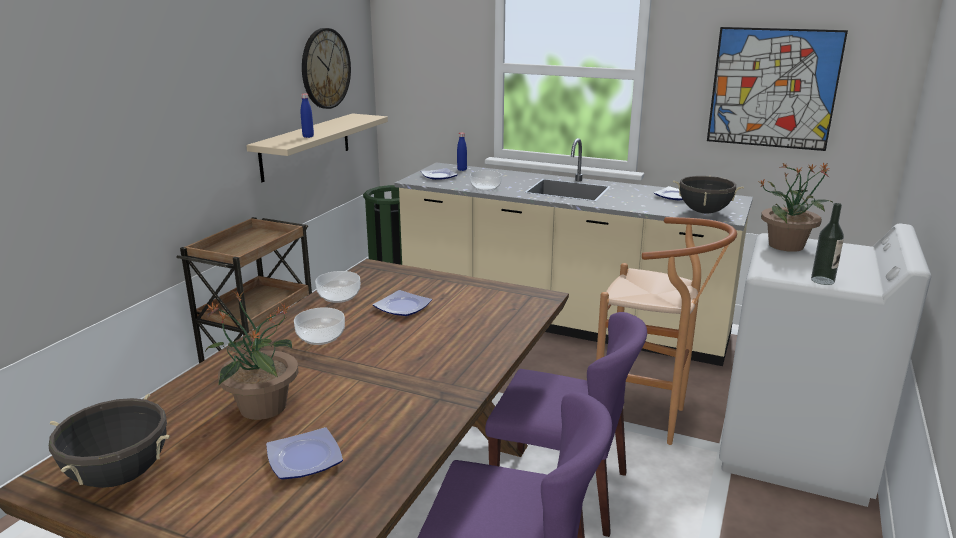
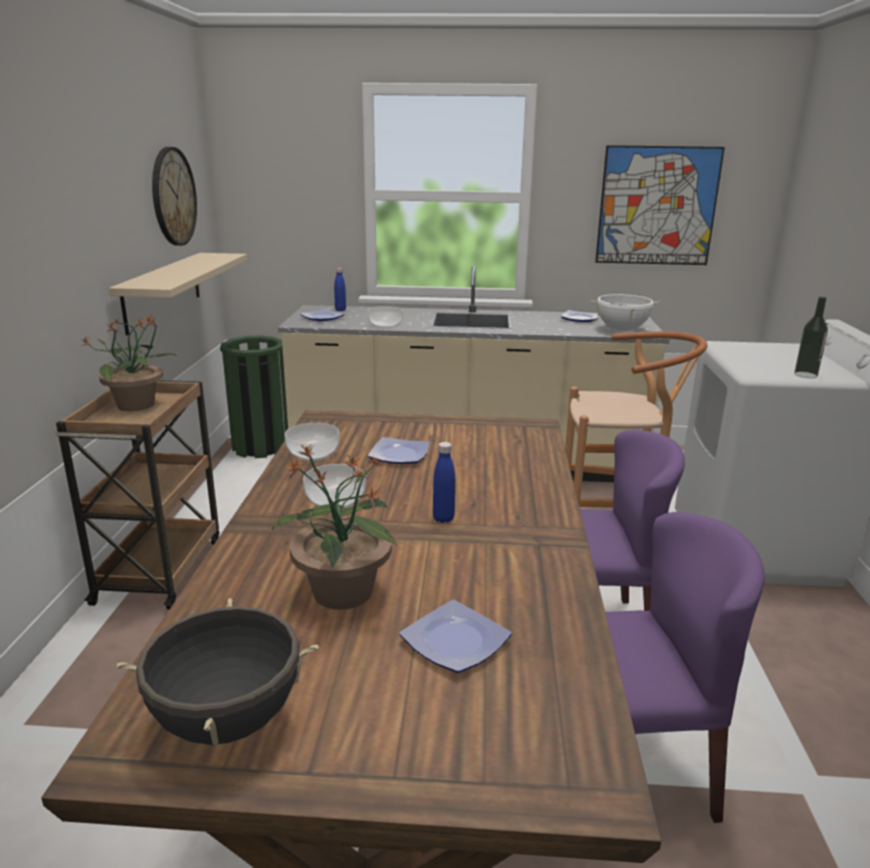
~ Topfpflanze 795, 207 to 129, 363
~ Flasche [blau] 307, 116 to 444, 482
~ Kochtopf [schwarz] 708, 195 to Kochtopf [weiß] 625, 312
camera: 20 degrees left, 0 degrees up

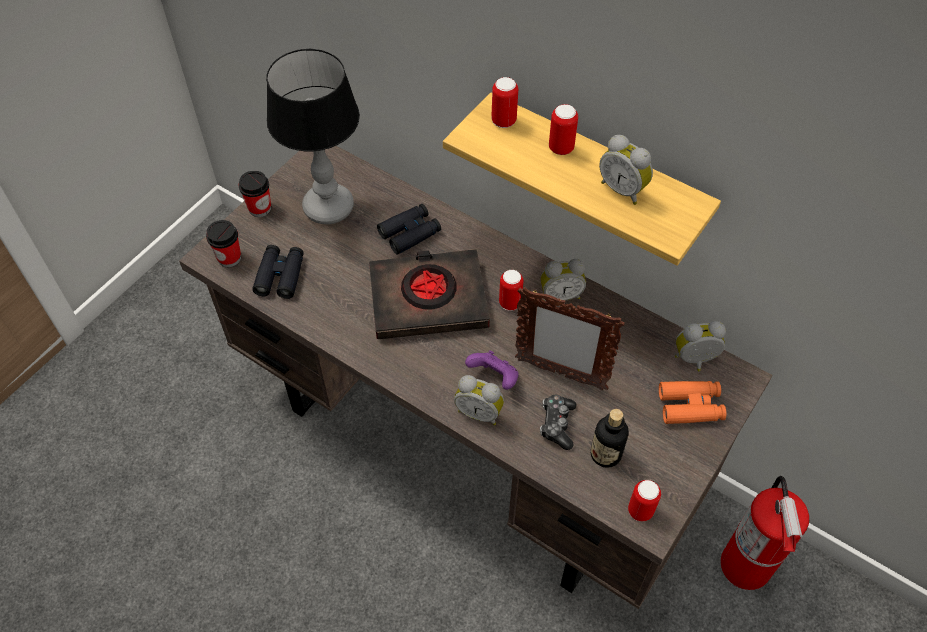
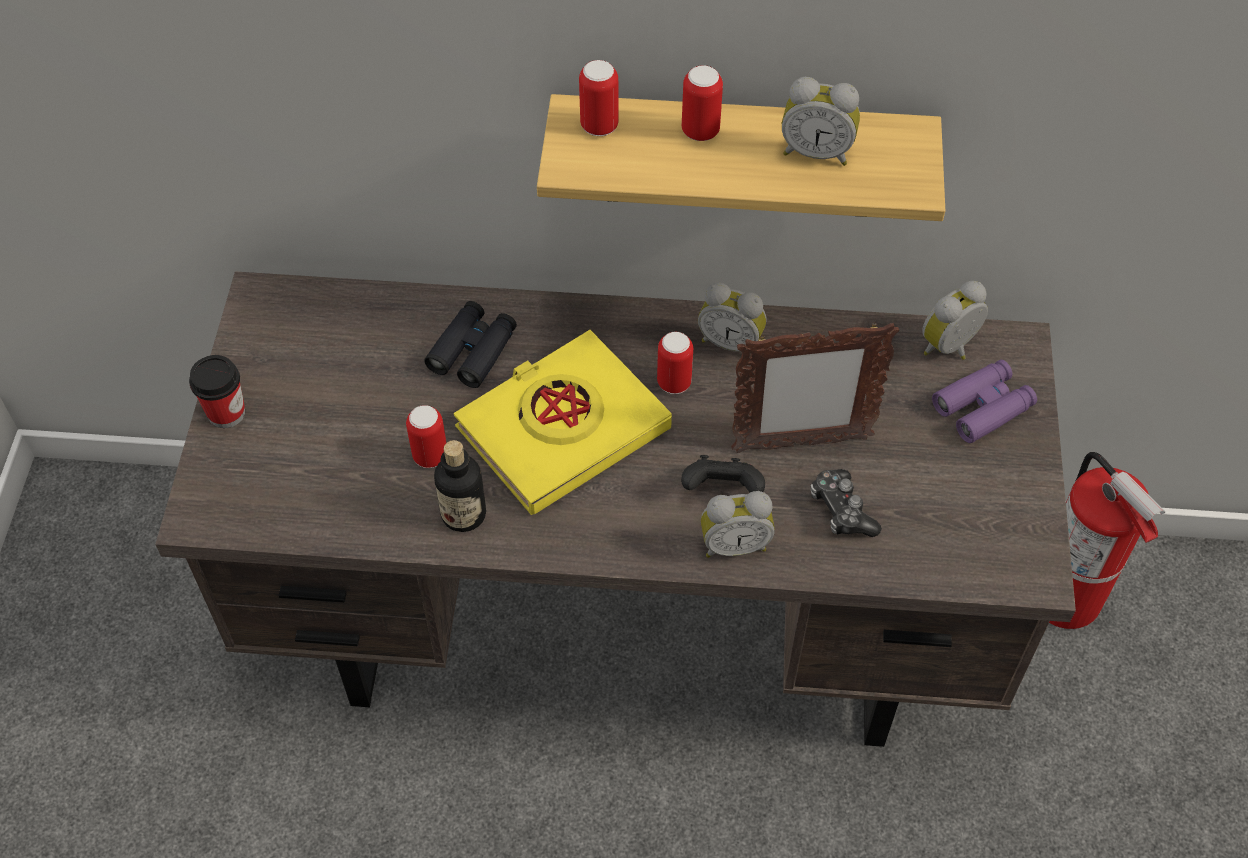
~ Dose 644, 500 to 426, 436
~ Flasche 610, 438 to 460, 486
~ Buch [schwarz] 429, 294 to Buch [gelb] 563, 422
~ Gamepad [lila] 492, 370 to Gamepad [schwarz] 723, 473
~ Wecker 563, 280 = 732, 317 60 degrees clockwise
~ Fernglas [orange] 692, 402 to Fernglas [lila] 984, 401
- Tasse 223, 243
- Fernglas [schwarz] 278, 272
- Tischlampe 313, 136
camera: 30 degrees left, 0 degrees up

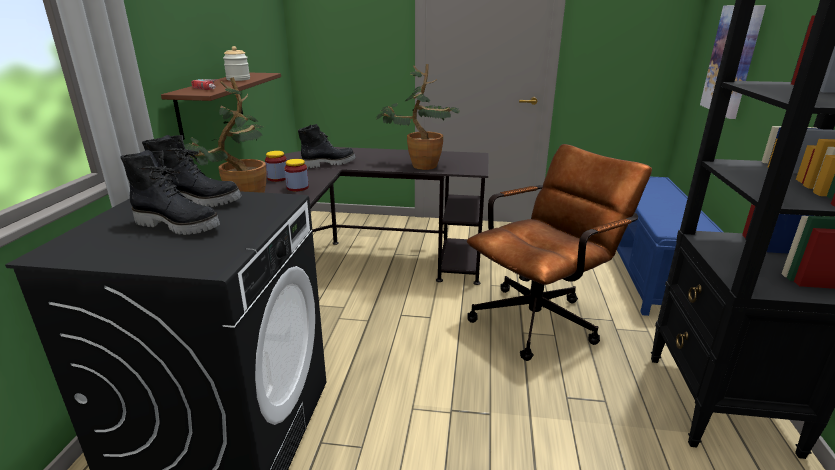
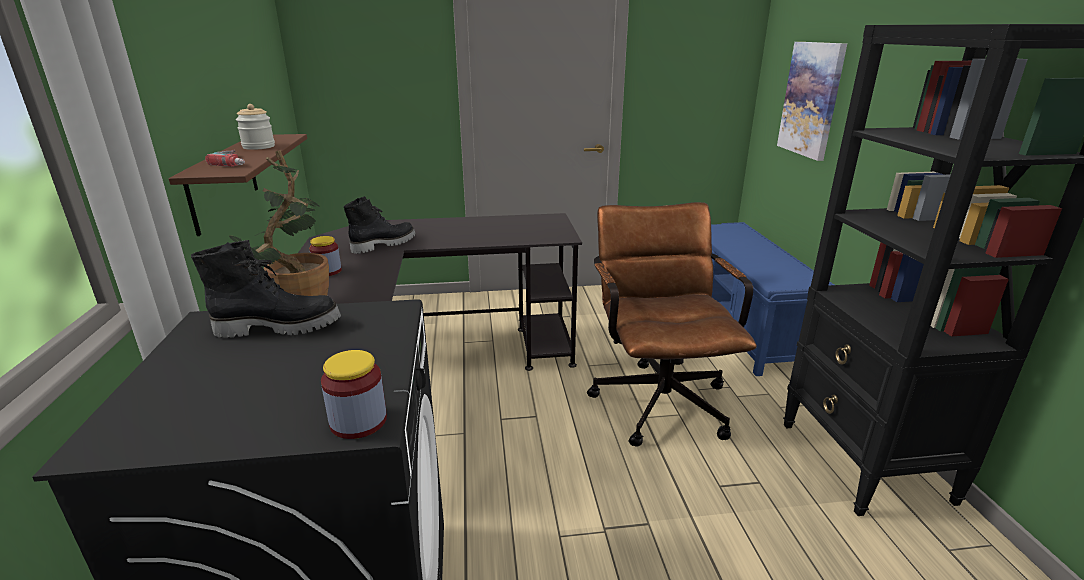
~ Vorratsglas 296, 175 to 354, 394
~ Bürostuhl [braun] 559, 252 = 672, 324 45 degrees counterclockwise
- Stiefel [schwarz] 170, 192
- Topfpflanze 417, 117
camera: 15 degrees left, 0 degrees up

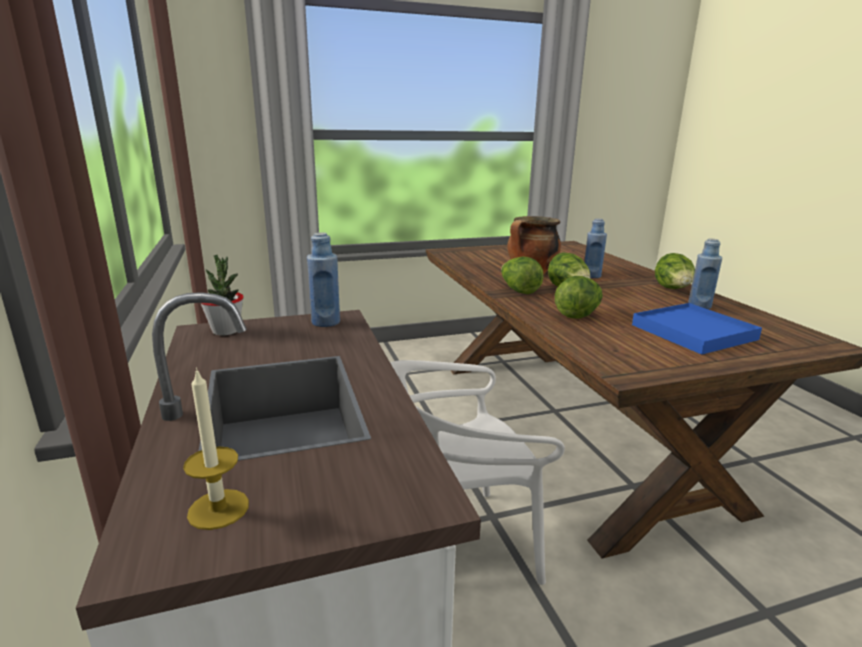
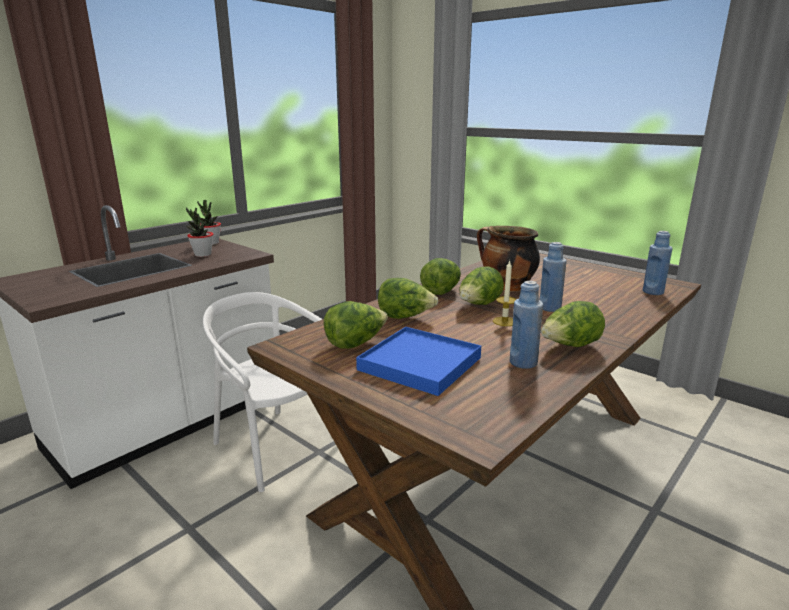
+ Topfpflanze 199, 232
+ Salatkopf 356, 325
~ Kerze 216, 449 to 504, 293
~ Flasche [blau] 323, 279 to 657, 263
camera: 60 degrees right, 0 degrees up

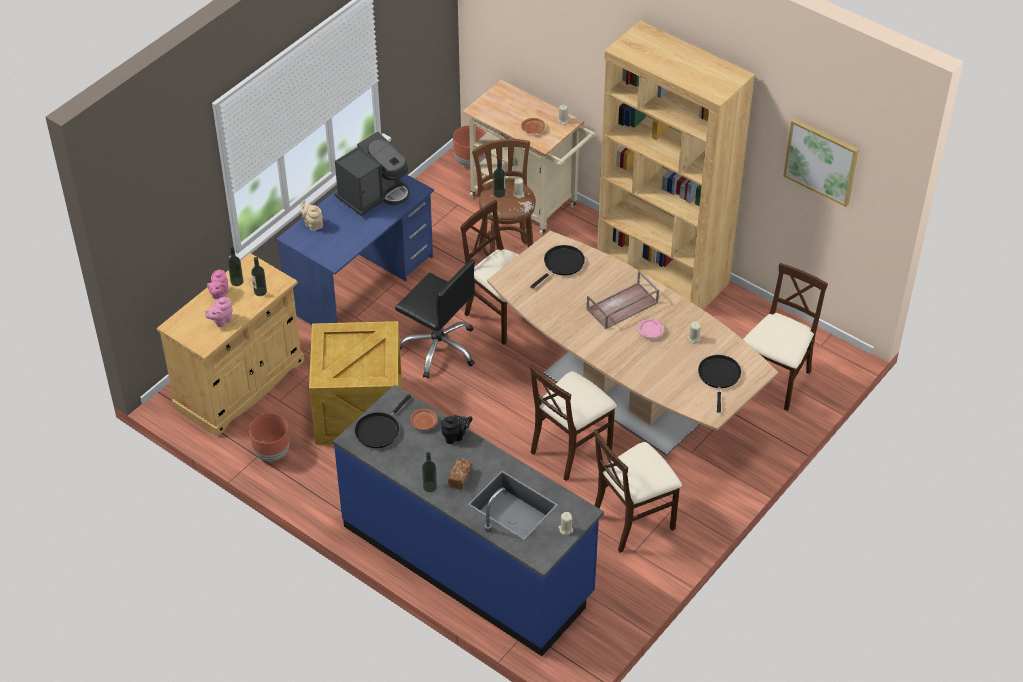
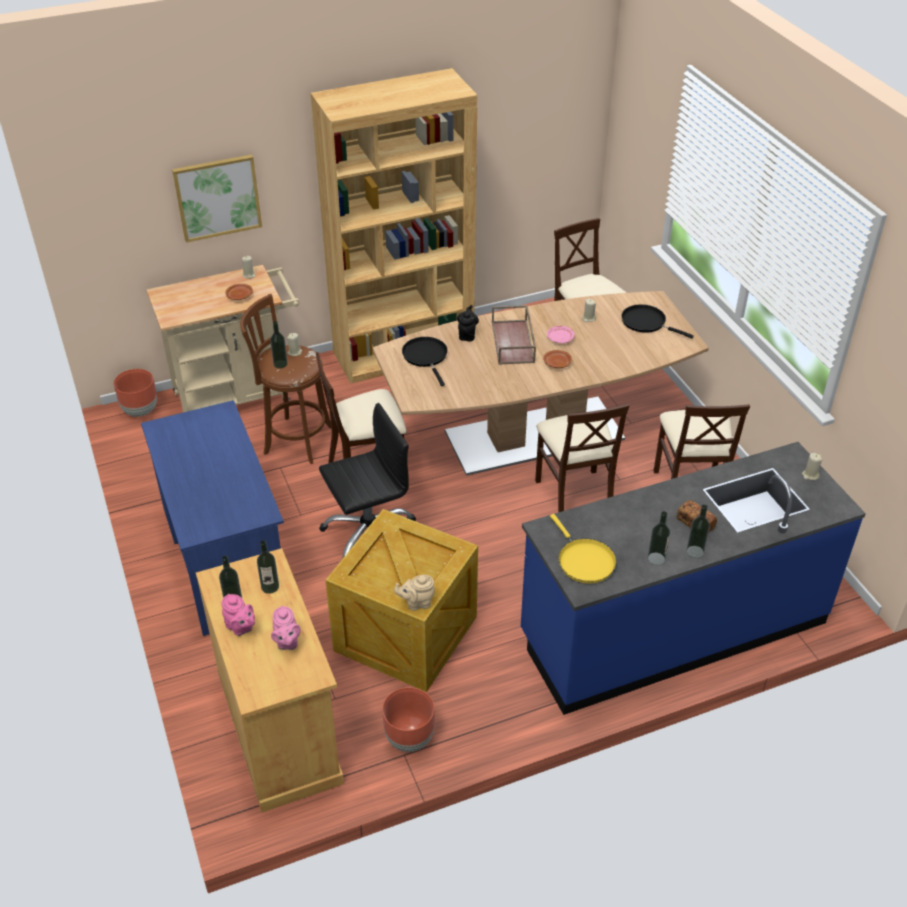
~ Bild 821, 162 to 217, 198
~ Teekanne [beige] 312, 215 to 414, 593
~ Teekanne [schwarz] 457, 429 to 468, 323
~ Teller [braun] 424, 419 to 557, 359
~ Pfanne [schwarz] 383, 421 to Pfanne [gelb] 583, 548
+ Flasche 659, 538
- Kaffeemaschine 372, 174
camera: 60 degrees left, 5 degrees down

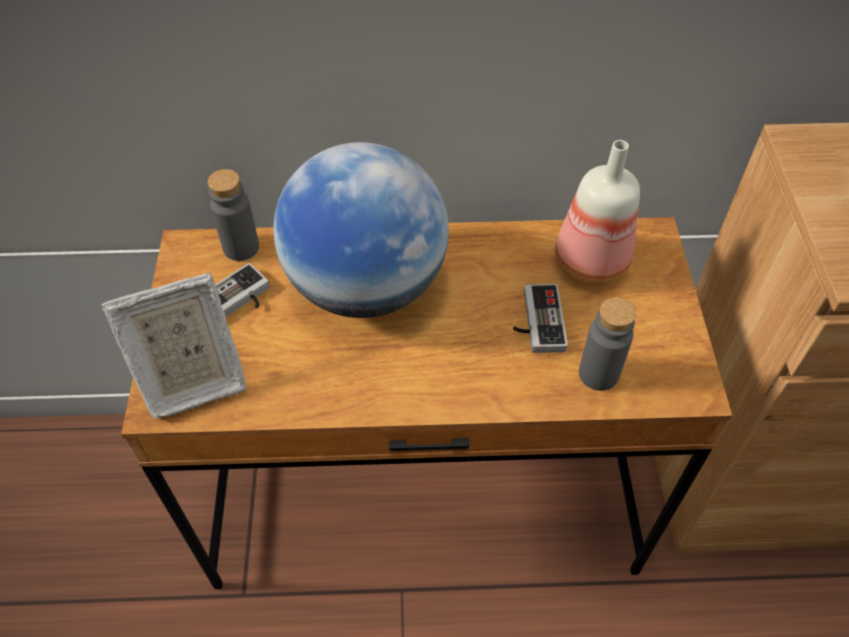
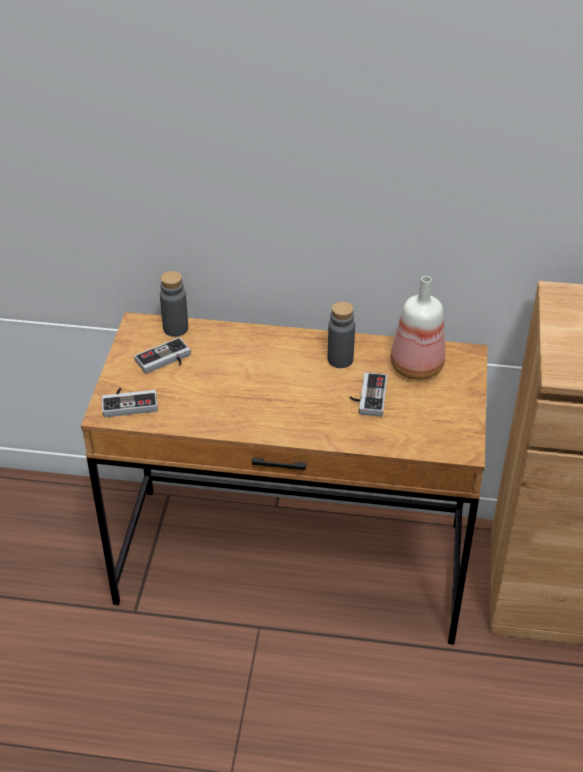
~ Bilderrahmen 174, 345 to Gamepad 129, 402
~ Flasche [grau] 607, 344 to 341, 334
- Globus 361, 230
camera: 10 degrees right, 10 degrees down

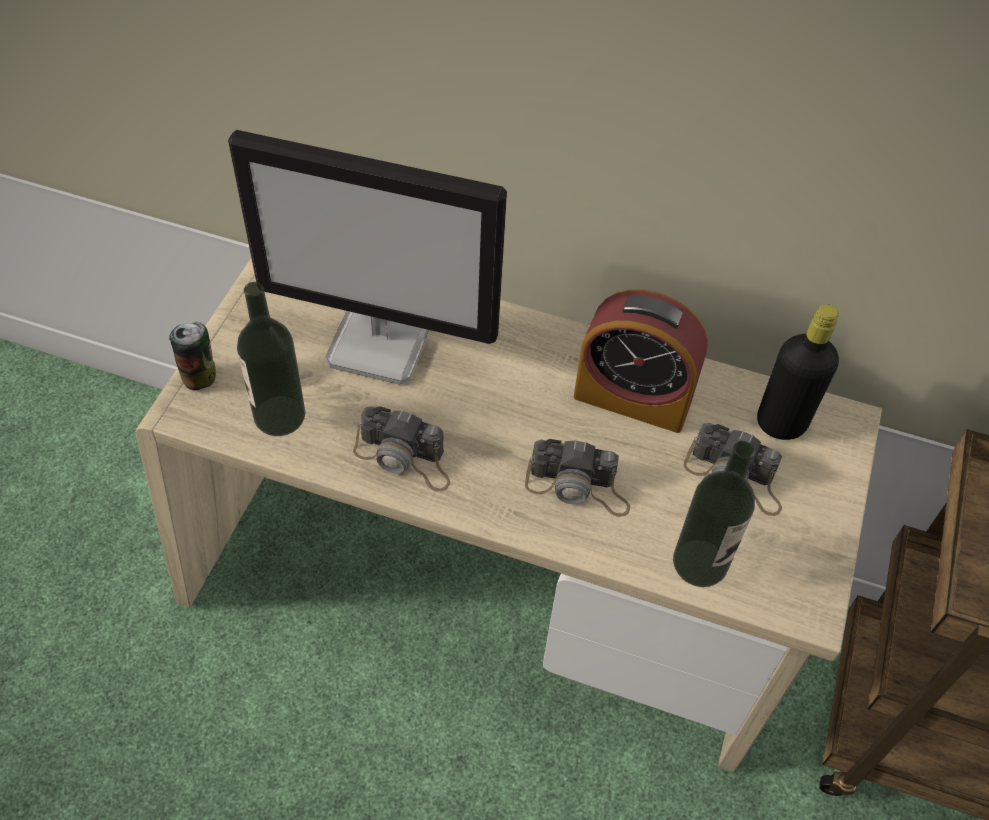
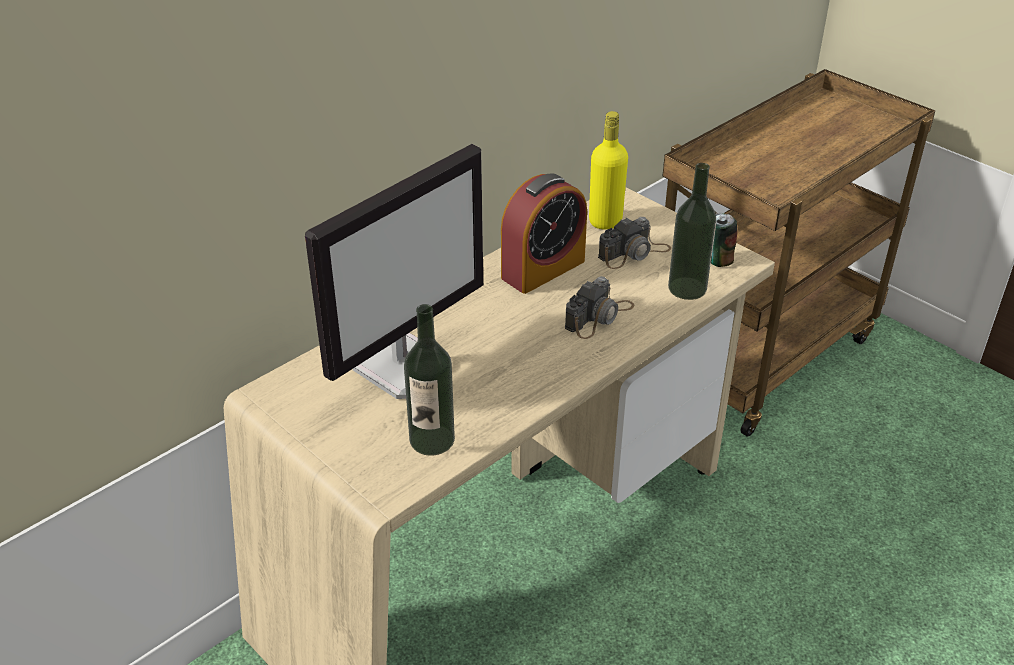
~ Flasche [schwarz] 798, 372 to Flasche [gelb] 608, 170
~ Dose 192, 356 to 724, 240
- Kamera 401, 448
camera: 60 degrees left, 15 degrees down

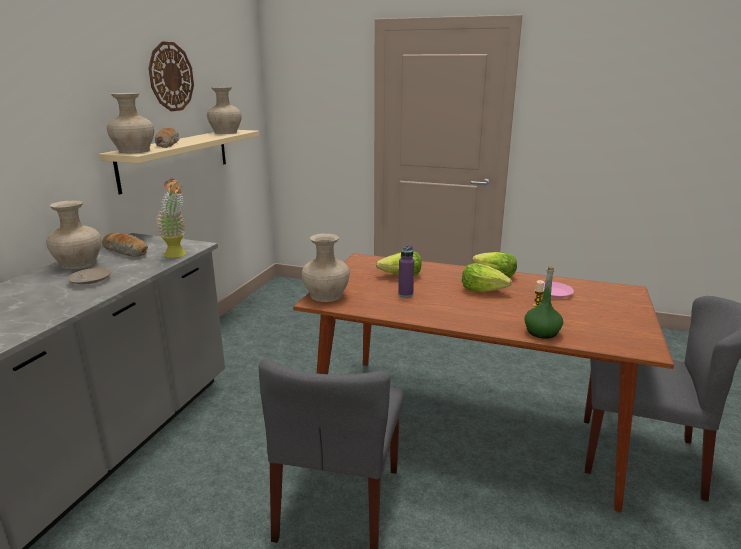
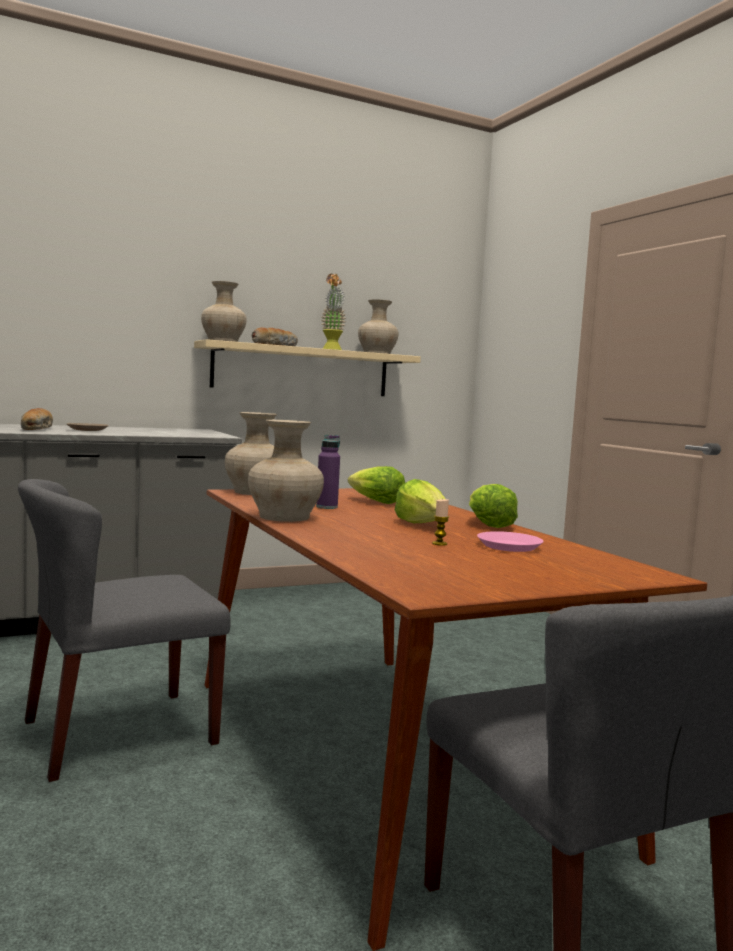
~ Brot 125, 244 to 37, 419
~ Vase [beige] 74, 235 to 286, 471
~ Topfpflanze 171, 218 to 333, 311
- Wanduhr 171, 76
- Flasche [grün] 544, 302
camera: 45 degrees right, 15 degrees down

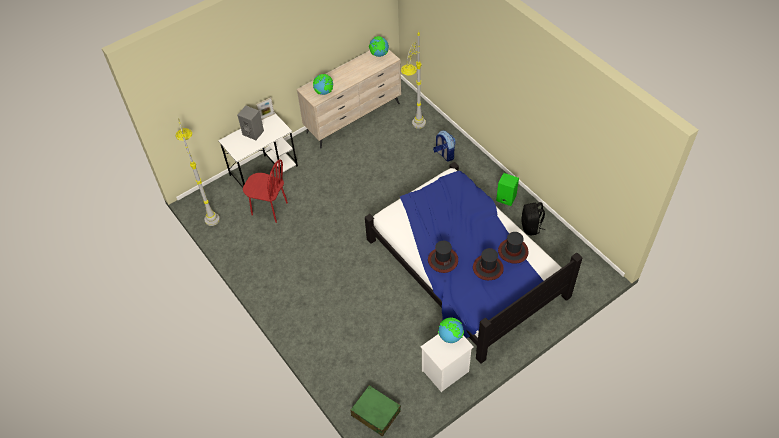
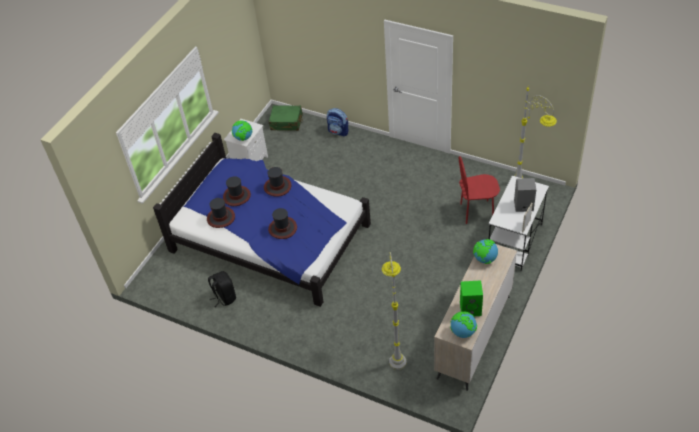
+ Hut 282, 223
~ Rucksack 444, 146 to 337, 122
~ Lautsprecher [grün] 507, 189 to 471, 298
camera: 155 degrees right, 5 degrees down

